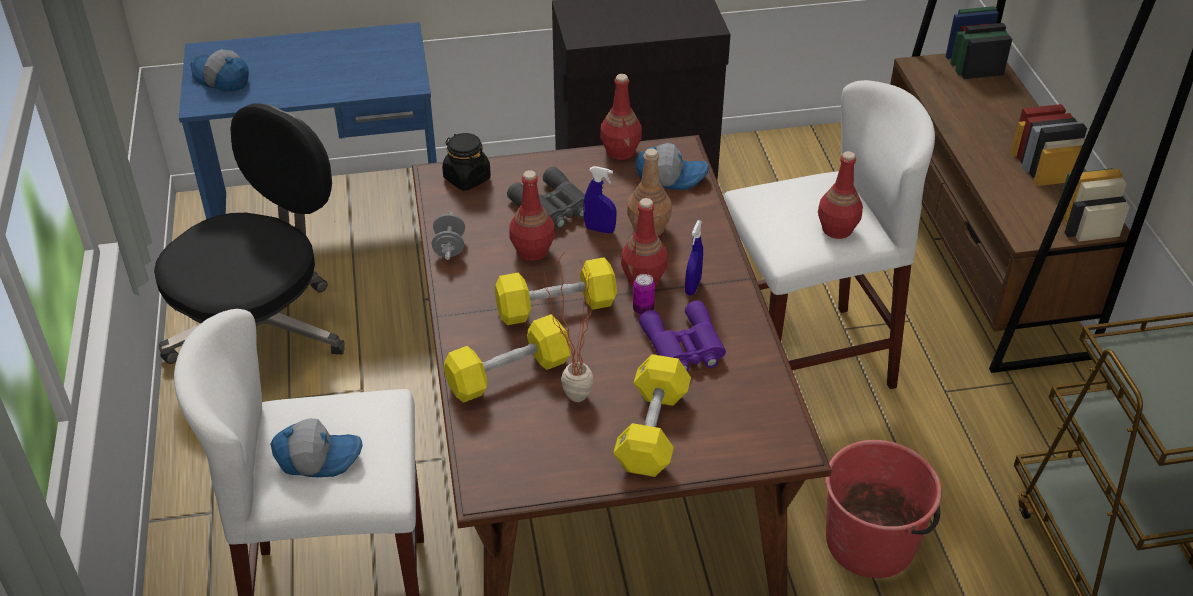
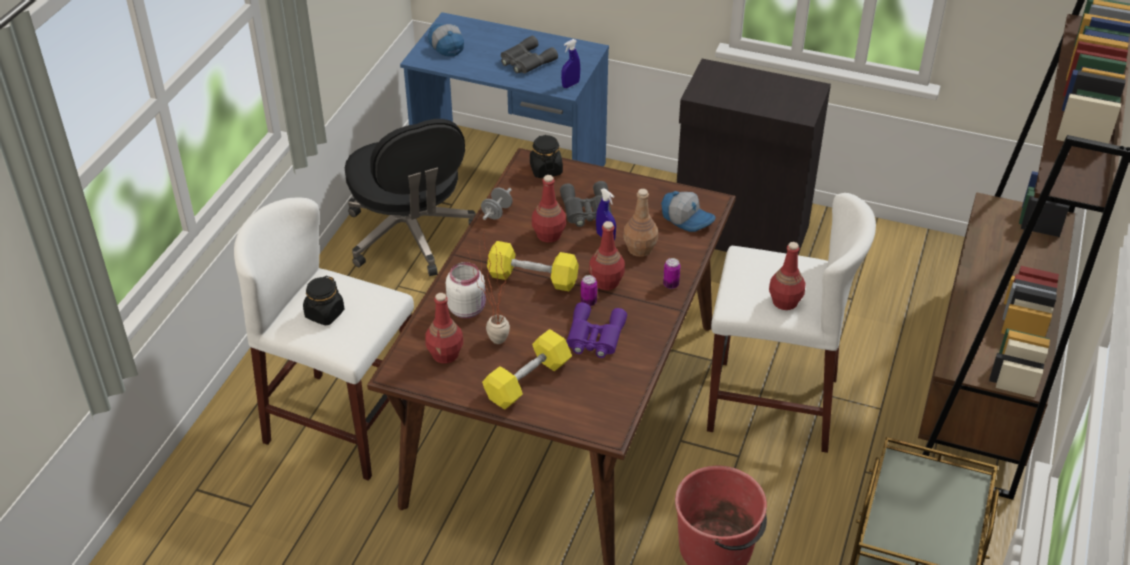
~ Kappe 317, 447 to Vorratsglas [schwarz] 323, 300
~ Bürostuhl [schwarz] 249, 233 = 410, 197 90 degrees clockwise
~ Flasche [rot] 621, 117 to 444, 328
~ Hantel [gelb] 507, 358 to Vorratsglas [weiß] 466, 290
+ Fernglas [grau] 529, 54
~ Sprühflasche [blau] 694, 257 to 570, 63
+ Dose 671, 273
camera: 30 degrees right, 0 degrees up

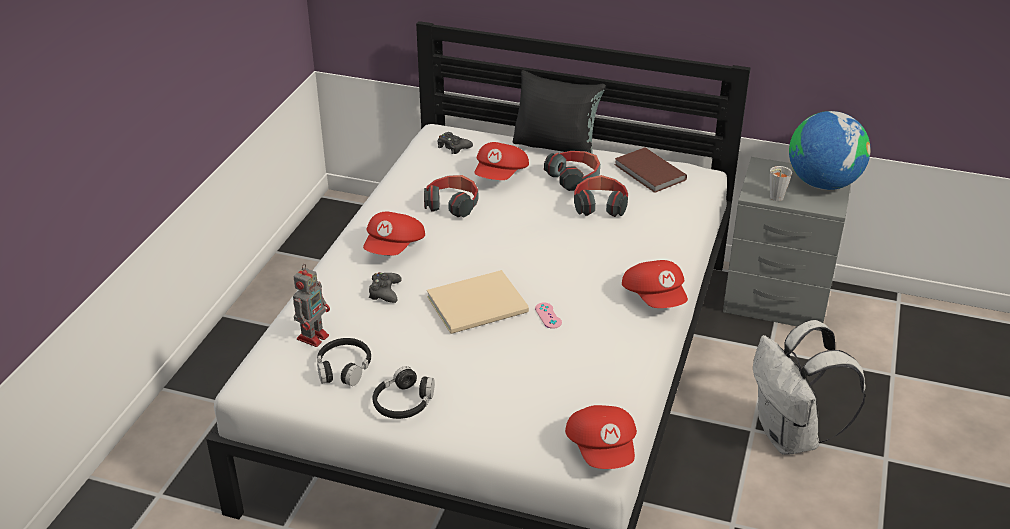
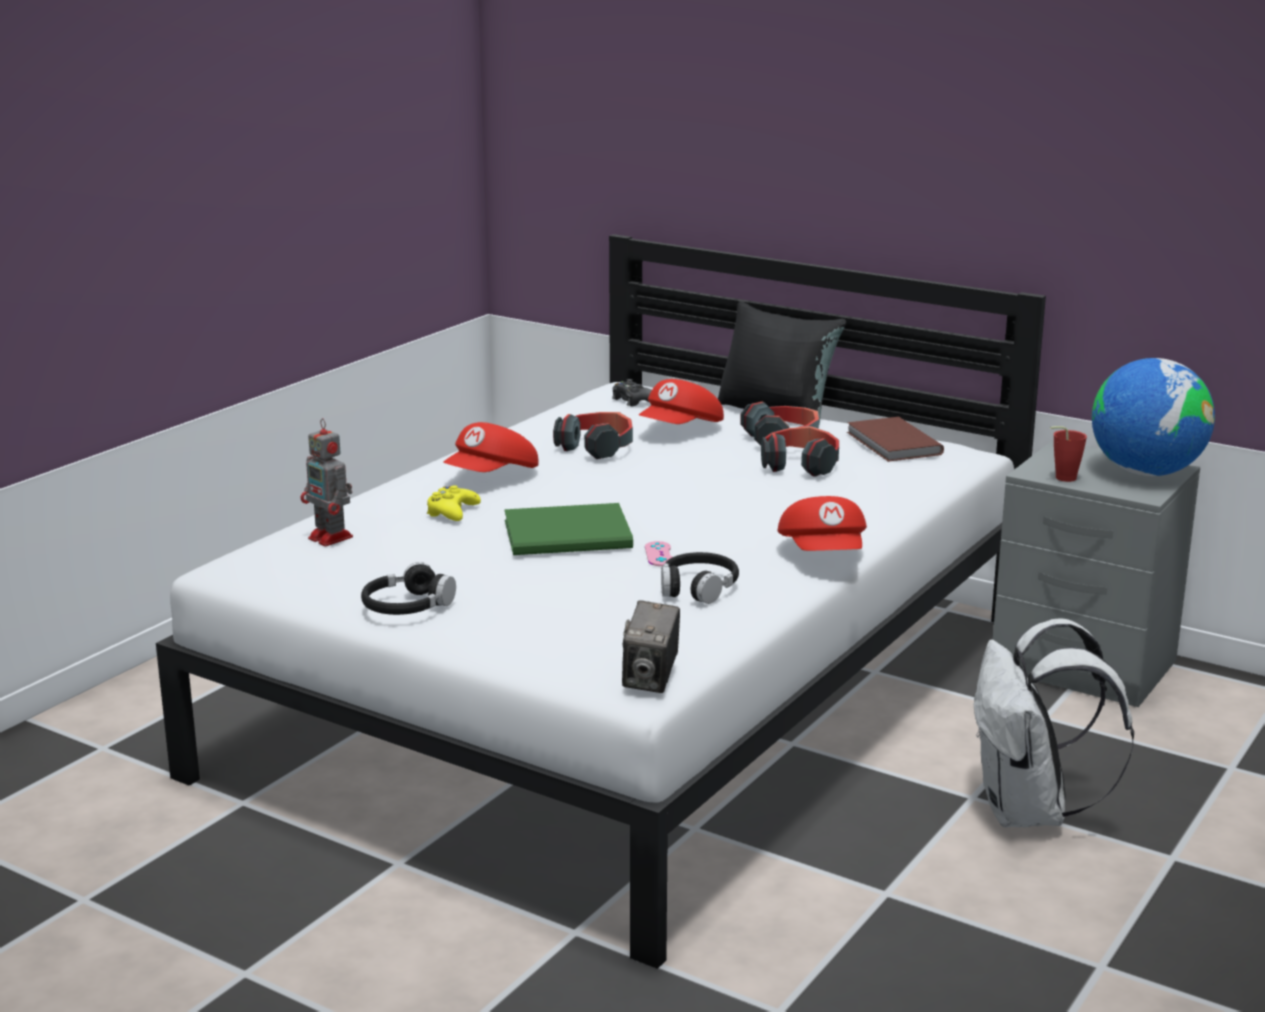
~ Spielzeugroboter 311, 305 = 327, 482 90 degrees clockwise
~ Gamepad [schwarz] 385, 287 to Gamepad [gelb] 454, 503
~ Buch [beige] 478, 302 to Buch [grün] 568, 529
~ Kappe [rot] 601, 437 to Kamera 651, 646
~ Kopfhörer [schwarz] 344, 362 to 700, 578
~ Tasse [grau] 781, 183 to Tasse [rot] 1068, 454
camera: 15 degrees right, 15 degrees down

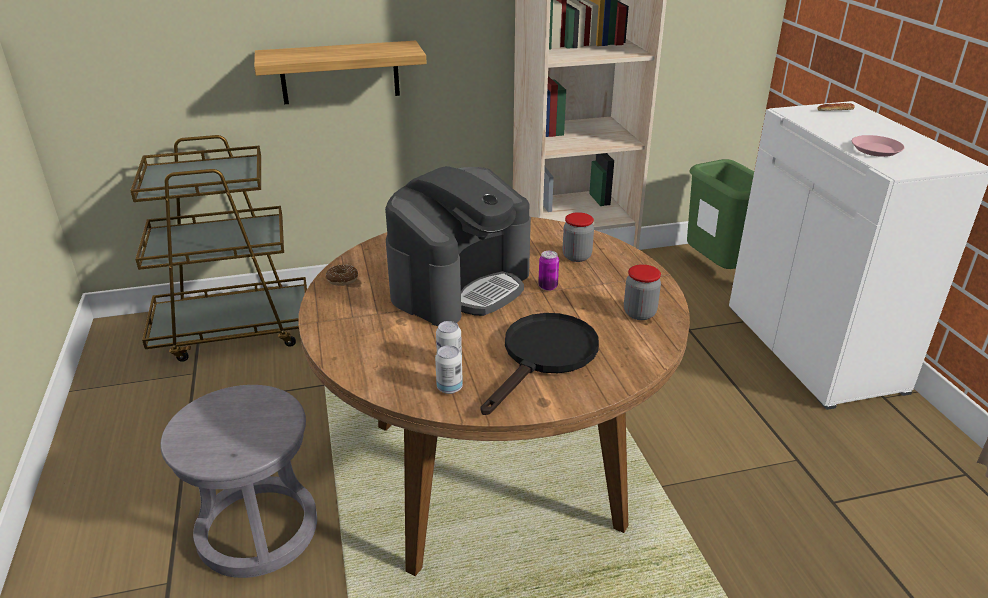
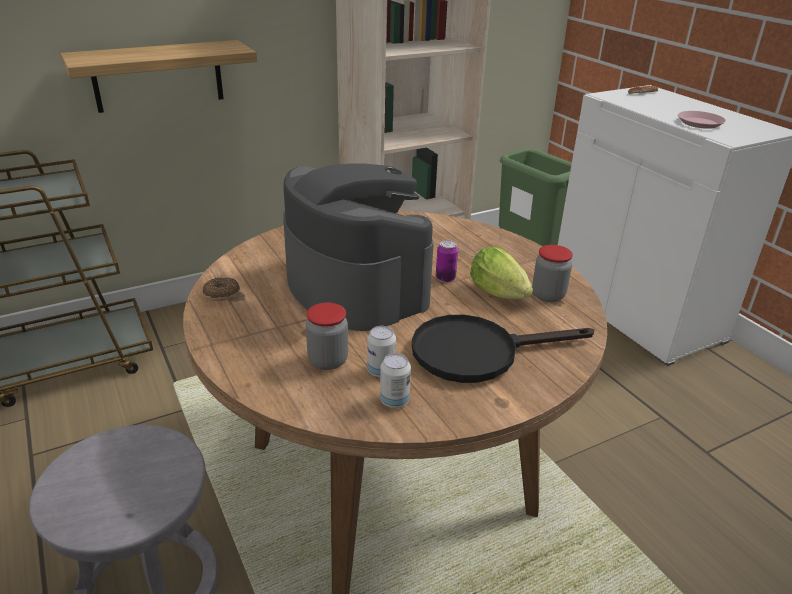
~ Kaffeemaschine 458, 246 = 358, 247 60 degrees counterclockwise
~ Vorratsglas 578, 237 to 327, 336
~ Pfanne [schwarz] 539, 364 = 503, 349 120 degrees counterclockwise
+ Salatkopf 501, 273
camera: 15 degrees left, 0 degrees up

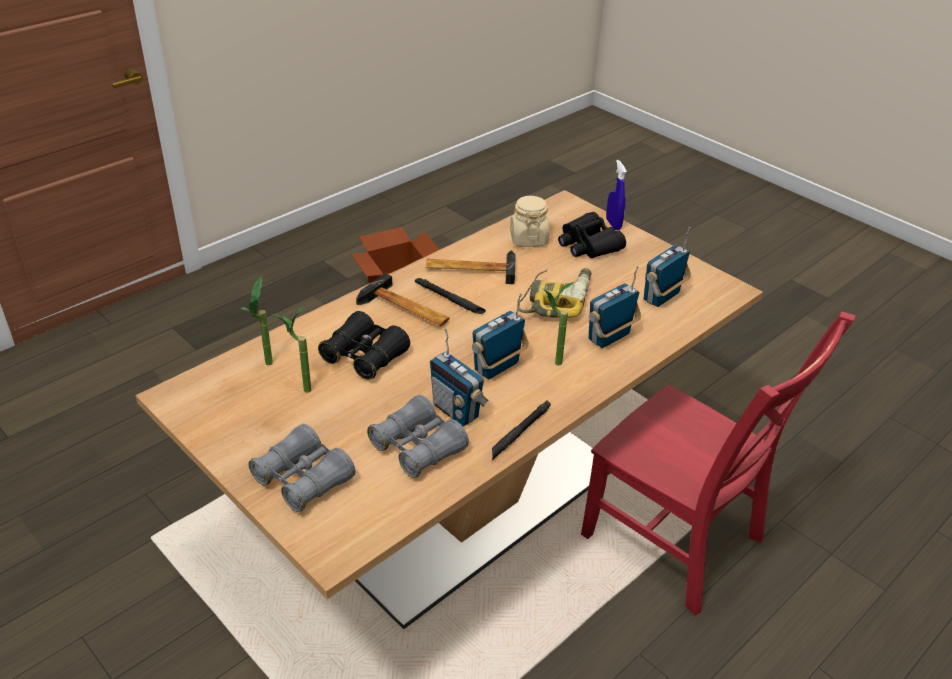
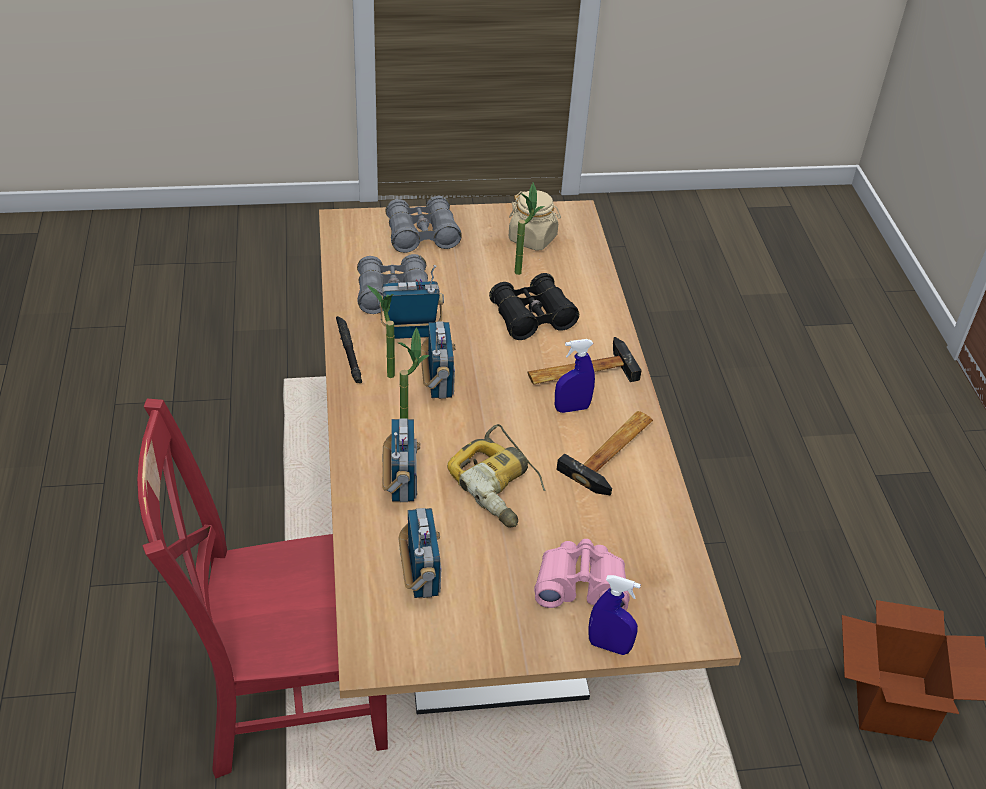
~ Topfpflanze 256, 320 to 381, 331
~ Vorratsglas [beige] 529, 221 to 535, 220
~ Fernglas [schwarz] 592, 235 to Fernglas [rosa] 582, 575
~ Taschenlampe [schwarz] 450, 296 to Sprühflasche [blau] 575, 376
camera: 125 degrees right, 5 degrees up

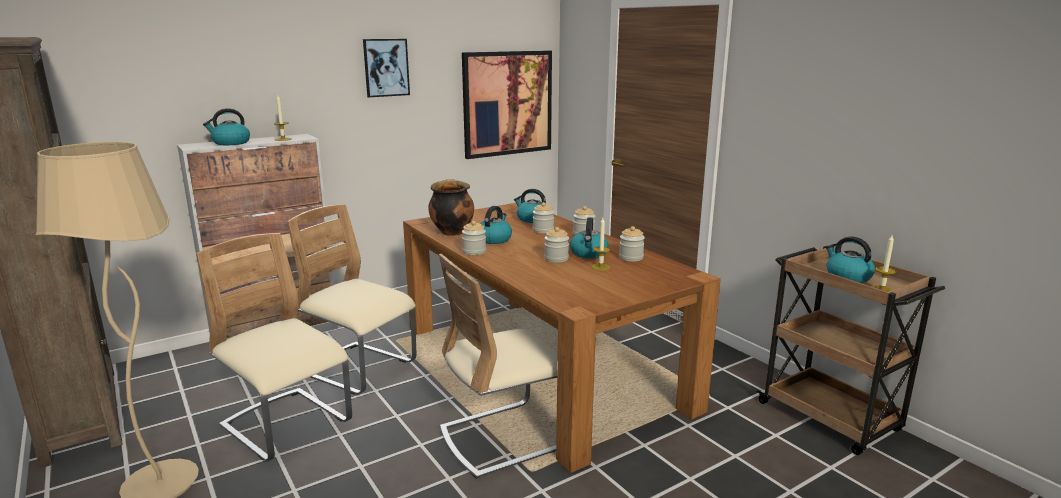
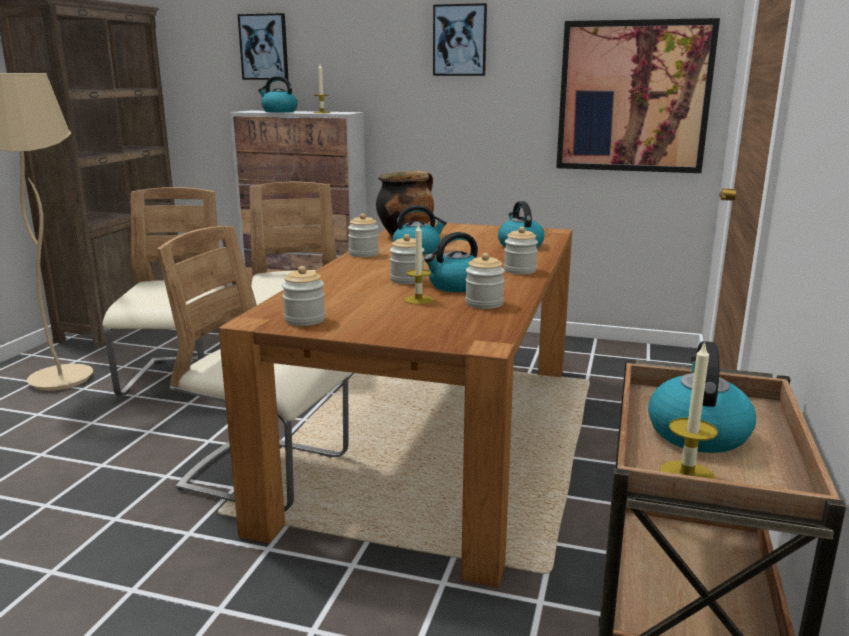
+ Bild 263, 46
~ Vorratsglas 543, 217 to 303, 296
camera: 50 degrees right, 0 degrees up

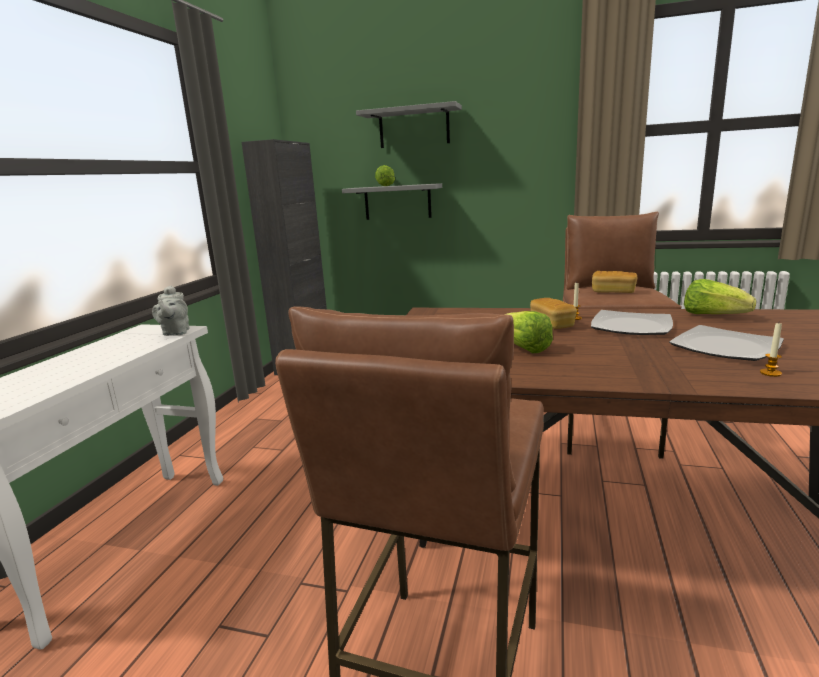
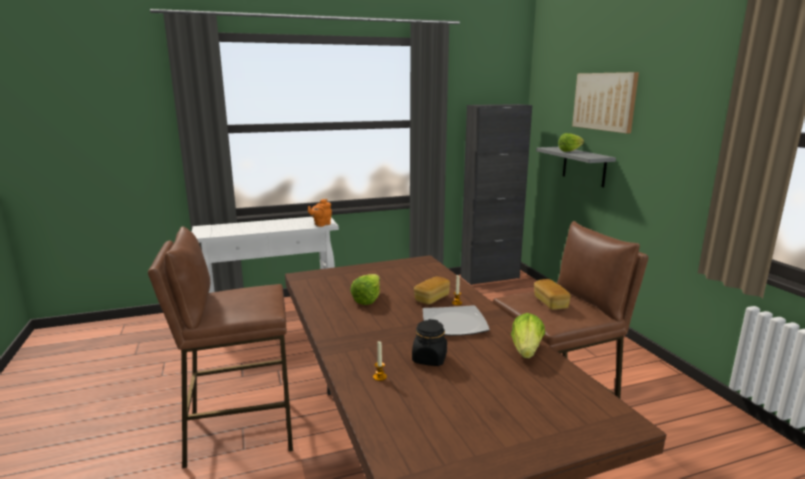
~ Teekanne [grau] 170, 310 to Teekanne [orange] 320, 213
~ Teller 726, 343 to Vorratsglas [schwarz] 429, 342
~ Wandregal [grau] 409, 124 to Bild 605, 102
camera: 55 degrees right, 0 degrees up

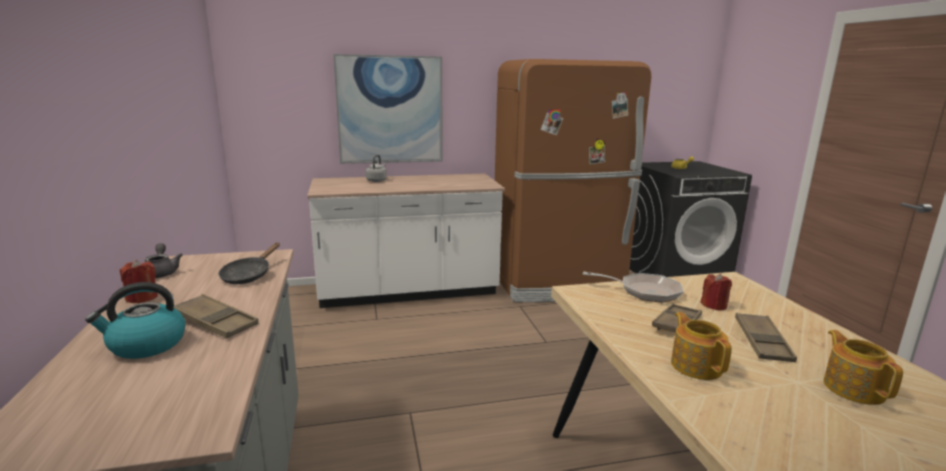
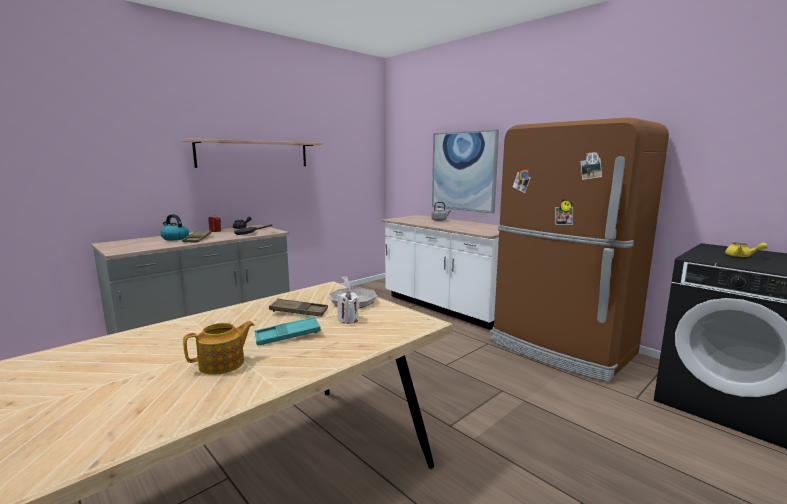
+ Wandregal 252, 153
~ Tablett [braun] 766, 337 to Tablett [türkis] 288, 331
~ Kerze [rot] 716, 291 to Kerze [weiß] 348, 307
- Teekanne 701, 346
camera: 60 degrees right, 5 degrees down

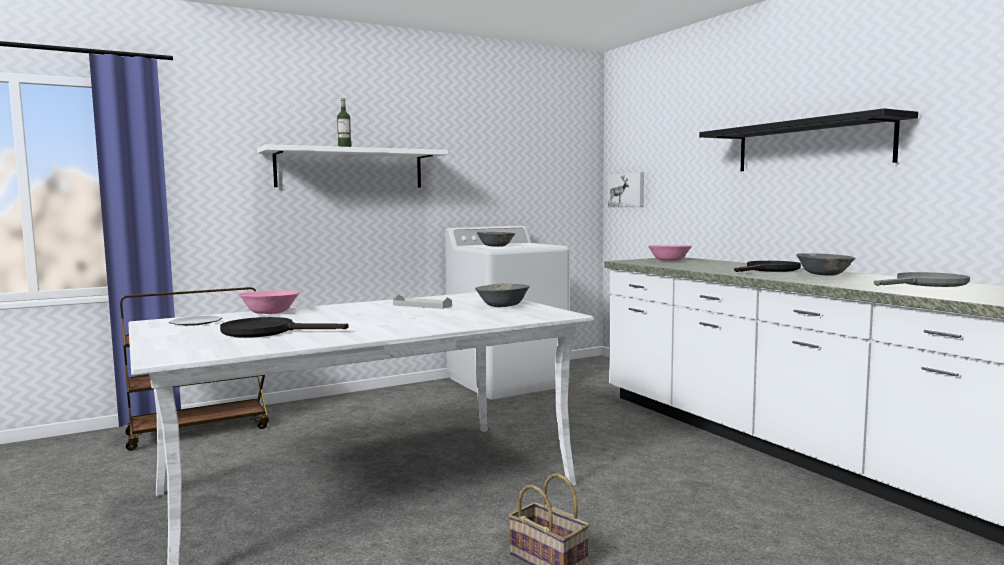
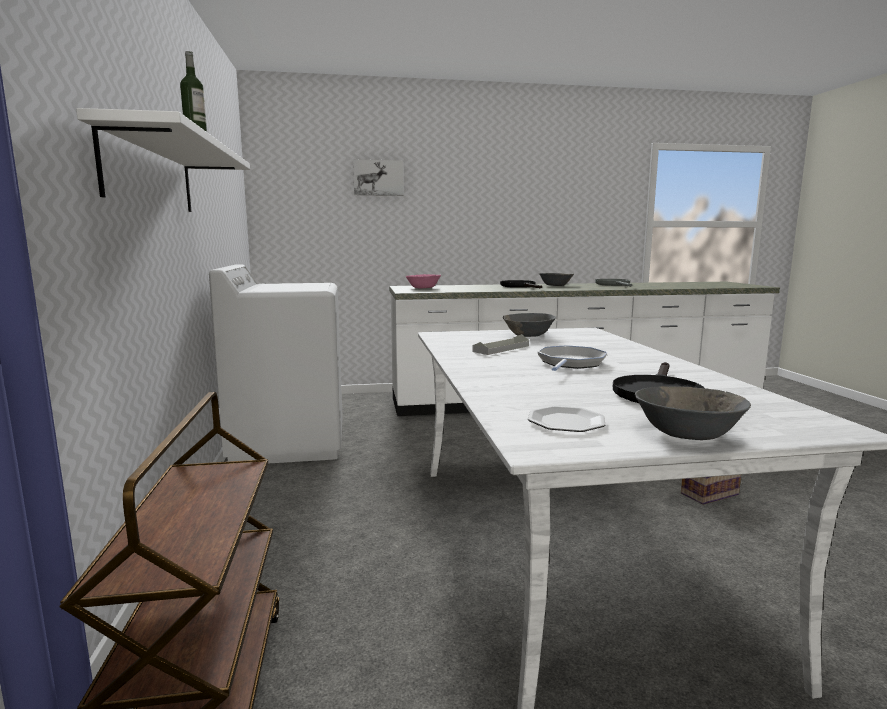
~ Bild 626, 189 to 378, 177
+ Pfanne 572, 358
~ Schüssel [grau] 496, 239 to 693, 413
- Schüssel [rosa] 269, 302
- Wandregal [schwarz] 808, 139
camera: 70 degrees left, 5 degrees up

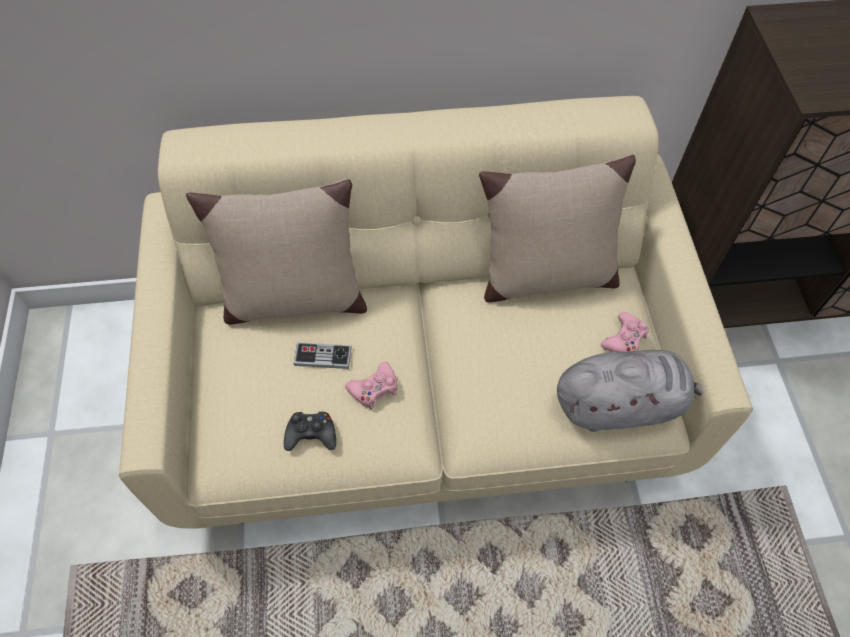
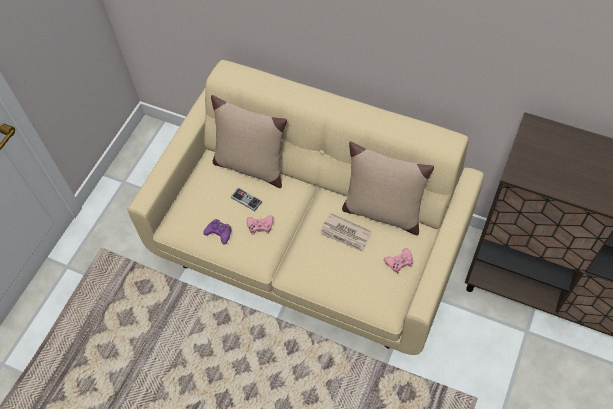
~ Gamepad [schwarz] 310, 431 to Gamepad [lila] 217, 232
+ Zeitung 346, 232
- Plüschtier [grau] 629, 391
camera: 35 degrees right, 0 degrees up

